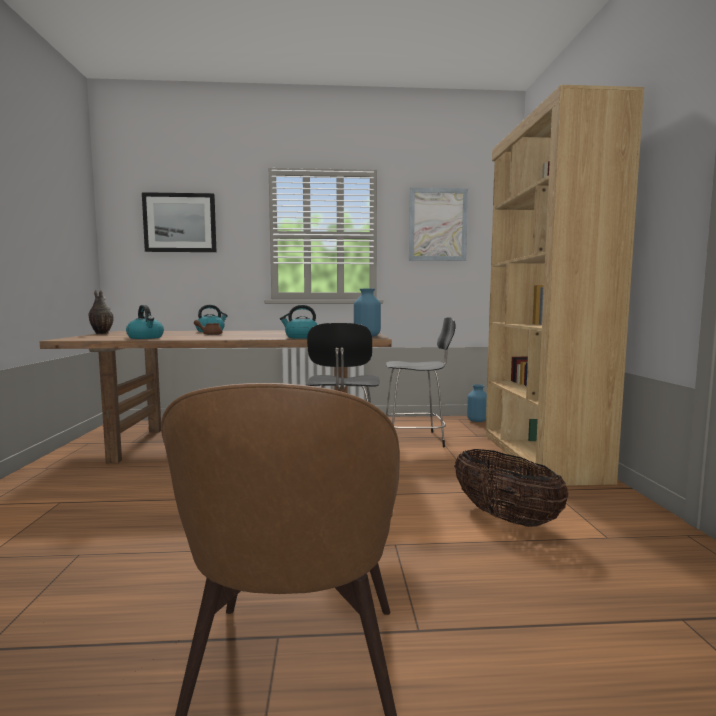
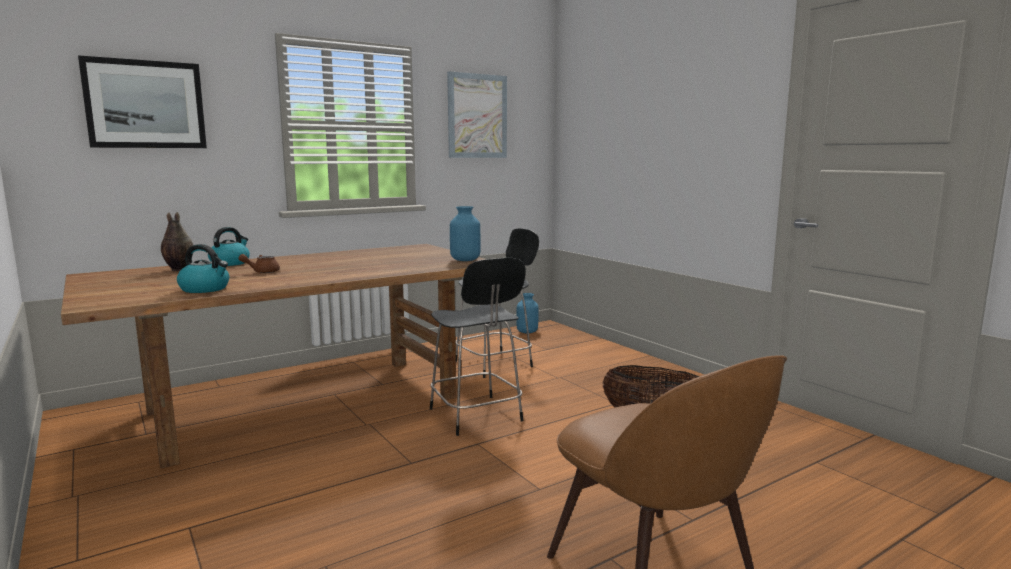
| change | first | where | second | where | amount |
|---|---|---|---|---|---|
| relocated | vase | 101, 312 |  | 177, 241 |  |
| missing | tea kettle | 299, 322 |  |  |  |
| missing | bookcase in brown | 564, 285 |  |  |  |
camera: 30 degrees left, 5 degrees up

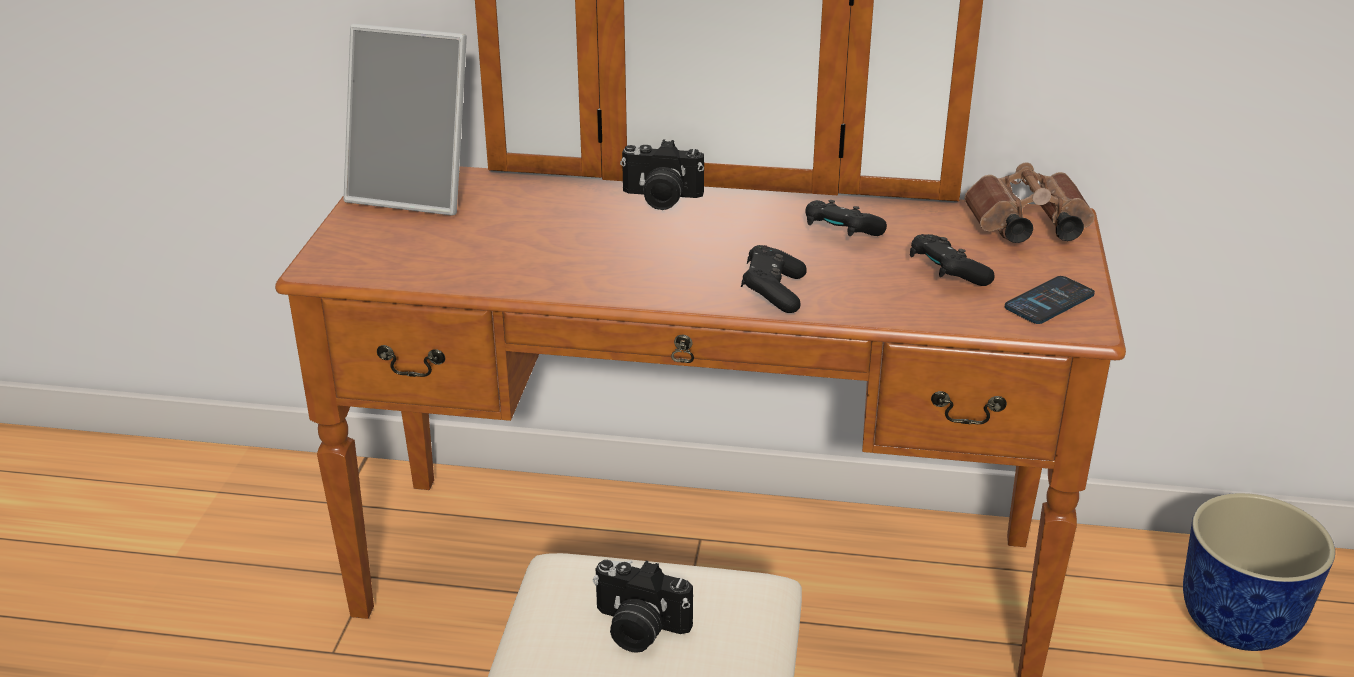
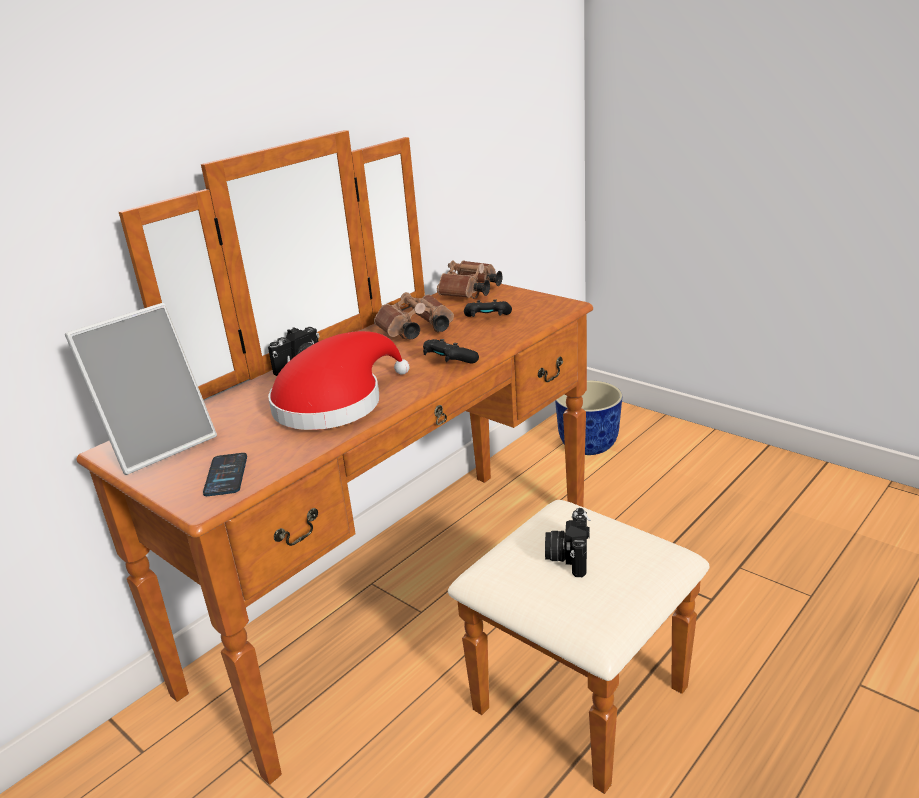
| change | first | where | second | where | amount |
|---|---|---|---|---|---|
| spun | photo camera | 643, 606 |  | 568, 542 | 135 degrees clockwise |
| exchanged | gamepad in black | 846, 218 | binoculars in brown | 414, 315 |  |
| relocated | phone | 1050, 300 |  | 225, 474 |  |
| appeared |  |  | wearable hat in red-coloured | 339, 380 |  |
camera: 55 degrees left, 5 degrees down

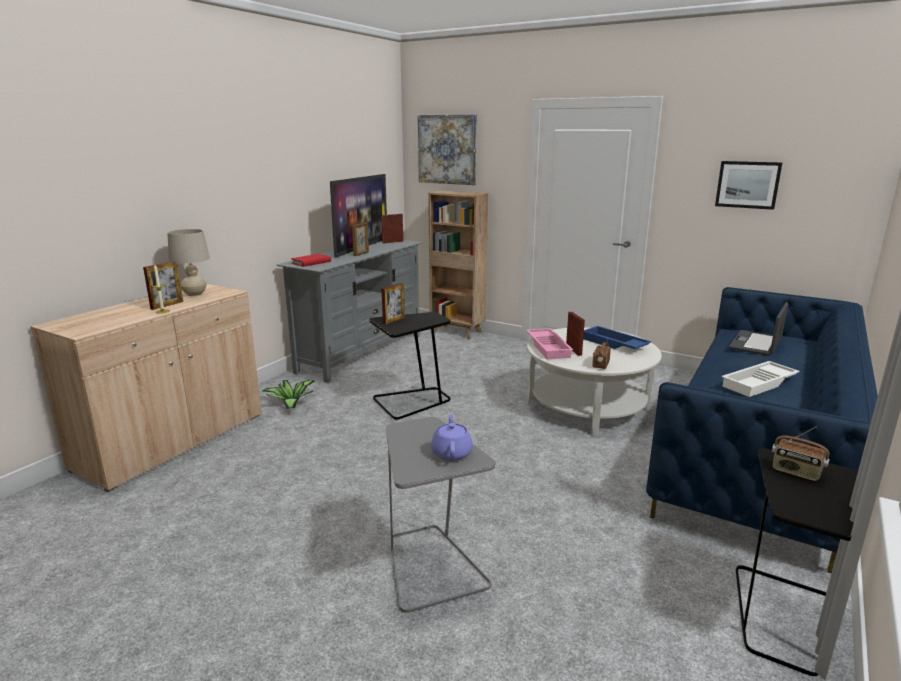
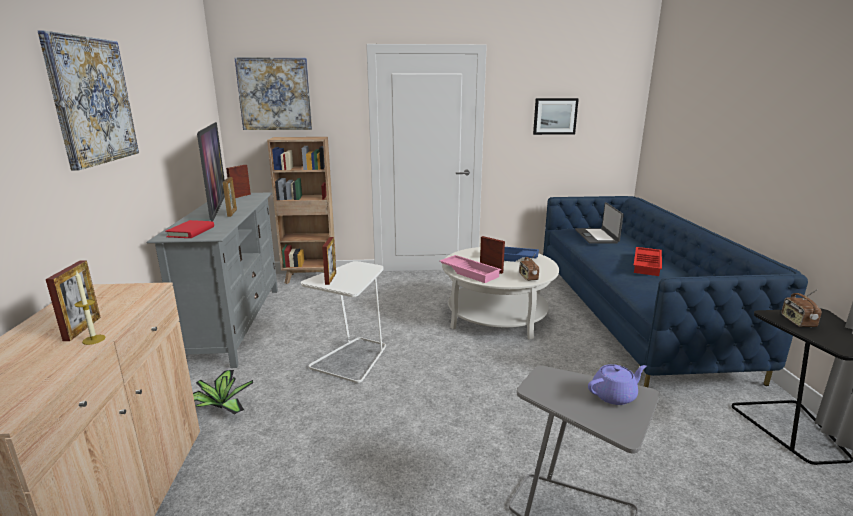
| change | first | where | second | where | amount |
|---|---|---|---|---|---|
| missing | lamp for a table in beige | 188, 262 |  |  |  |
| colour | accent table in black | 409, 366 | accent table in white-coloured | 343, 322 |  |
| spun | teapot in purple | 452, 437 |  | 617, 384 | 105 degrees clockwise |
| colour | carrying tray in white-coloured | 760, 379 | carrying tray in red-coloured | 647, 261 |  |
| spun | radio receiver | 800, 454 |  | 801, 308 | 90 degrees clockwise |
| appeared |  |  | picture | 88, 101 |  |
camera: 35 degrees left, 0 degrees up

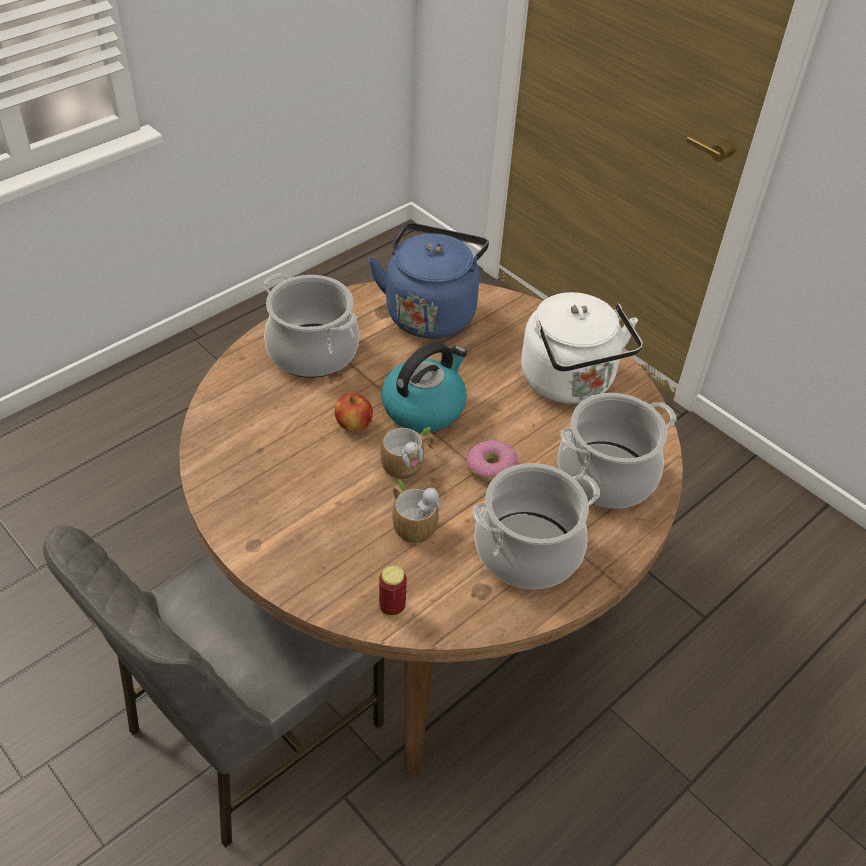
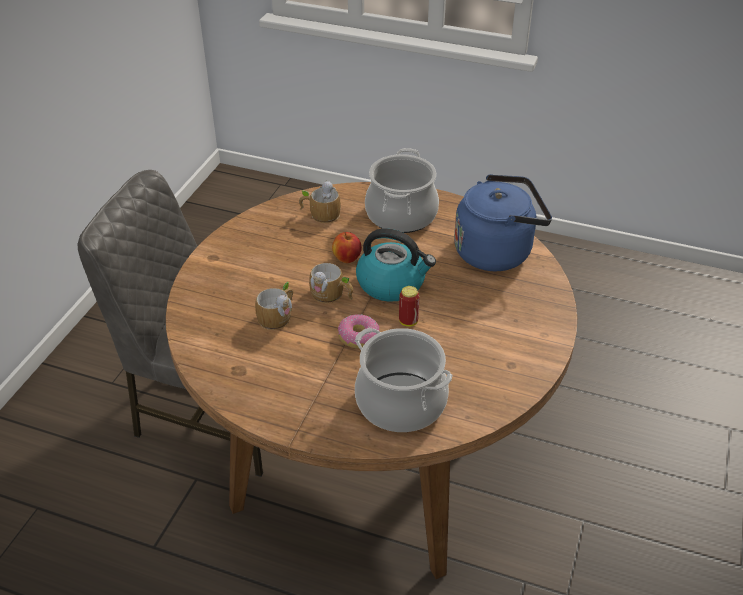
| change | first | where | second | where | amount |
|---|---|---|---|---|---|
| relocated | sealed can | 393, 591 |  | 409, 306 |  |
| missing | saucepot | 536, 526 |  |  |  |
| missing | tea kettle in white-coloured | 582, 348 |  |  |  |
| appeared |  |  | coffee mug | 320, 201 |  |
camera: 65 degrees right, 5 degrees down

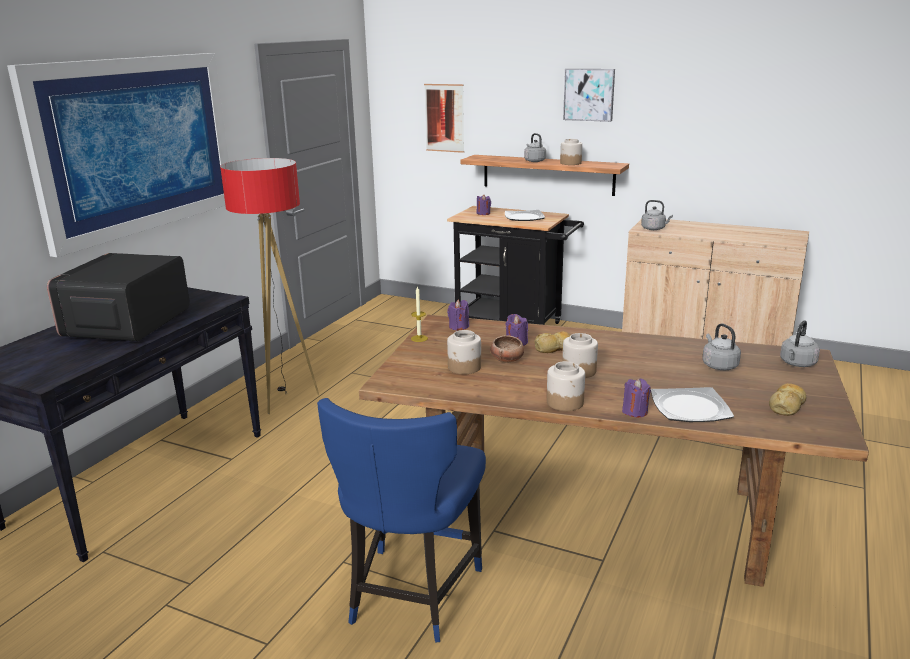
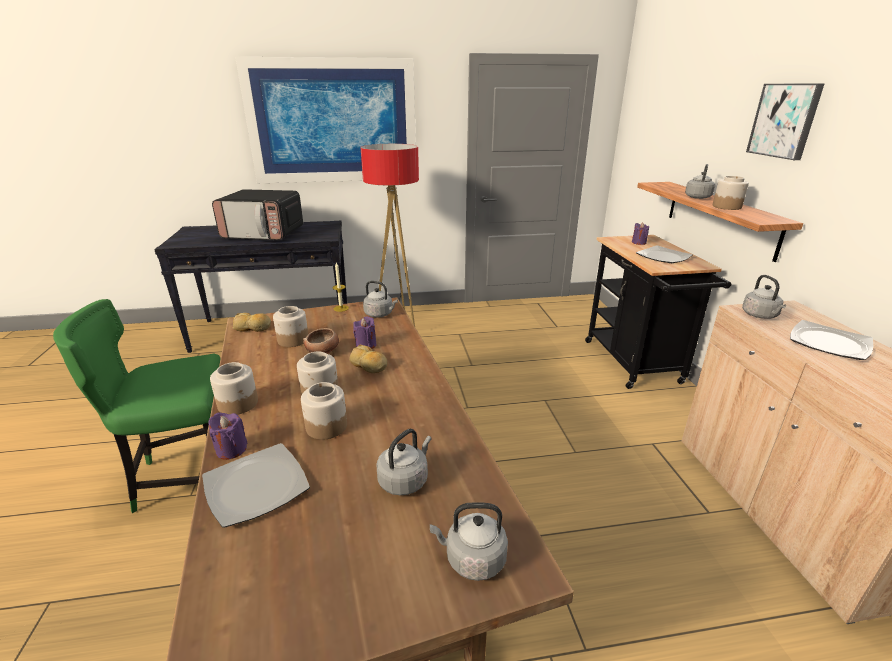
| change | first | where | second | where | amount |
|---|---|---|---|---|---|
| spun | microwave | 118, 297 |  | 257, 214 | 150 degrees counterclockwise |
| colour | chair in blue-coloured | 401, 520 | chair in greenish | 137, 406 |  |
| missing | picture | 444, 118 |  |  |  |
| exchanged | wax candle in purple | 458, 315 | tea kettle in gray | 380, 299 |  |
| relocated | bakery bread | 787, 399 |  | 252, 322 |  |
| appeared |  |  | jar | 324, 411 |  |
| appeared |  |  | dinner plate | 831, 340 |  |
camera: 55 degrees right, 5 degrees up

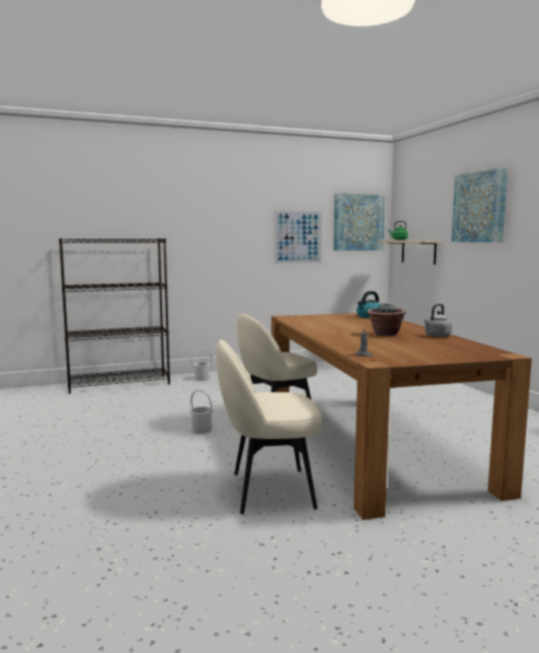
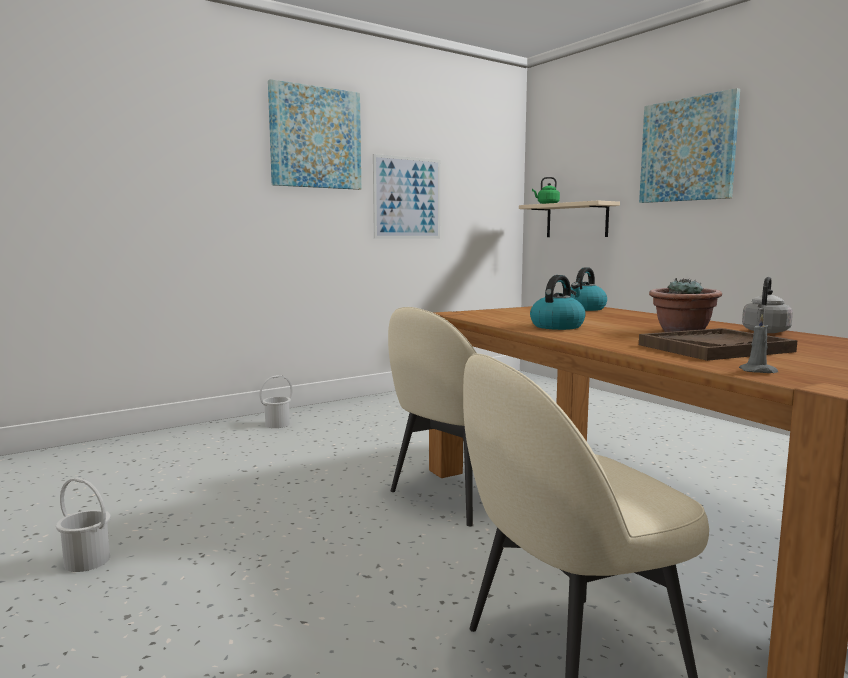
| change | first | where | second | where | amount |
|---|---|---|---|---|---|
| missing | bookcase in black | 114, 315 |  |  |  |
| relocated | pail in white-coloured | 201, 412 |  | 83, 525 |  |
| relocated | picture | 359, 222 |  | 314, 134 |  |
| appeared |  |  | tea kettle | 557, 302 |  |
| appeared |  |  | carrying tray in brown | 718, 344 |  |
camera: 15 degrees left, 0 degrees up

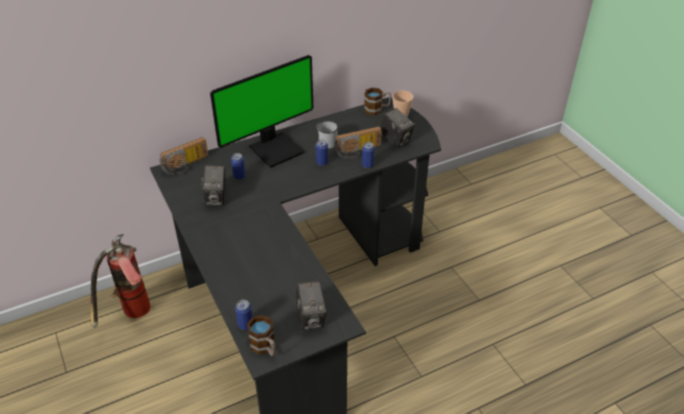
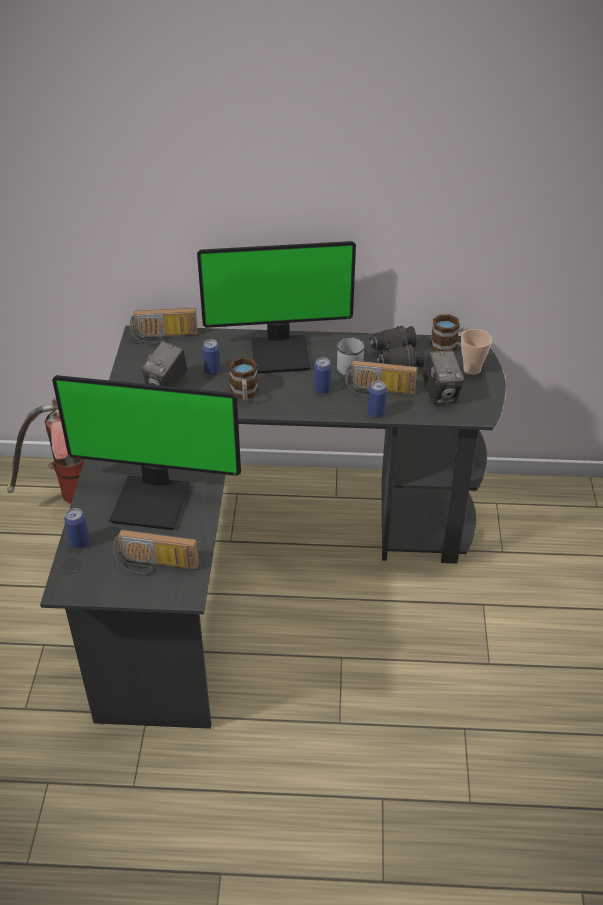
| change | first | where | second | where | amount |
|---|---|---|---|---|---|
| relocated | coffee mug | 261, 335 |  | 243, 379 |  |
| exchanged | photo camera | 310, 305 | radio receiver | 156, 552 |  |
| appeared |  |  | monitor | 146, 452 |  |
| appeared |  |  | binoculars in black | 397, 346 |  |
camera: 30 degrees right, 0 degrees up

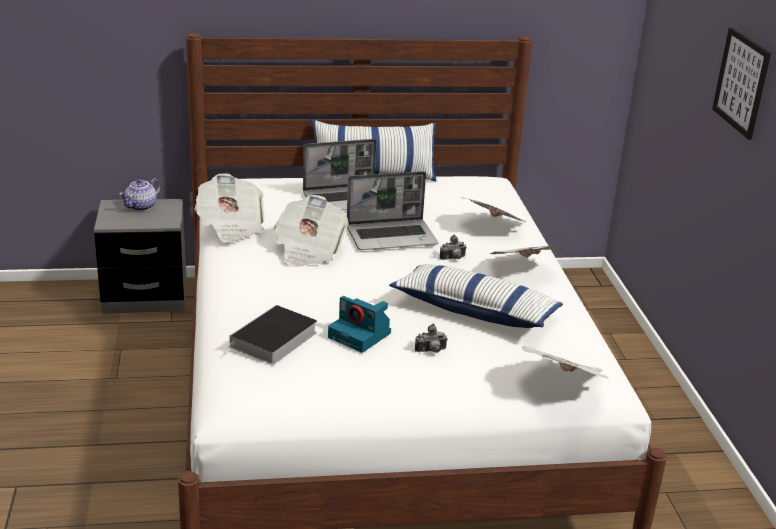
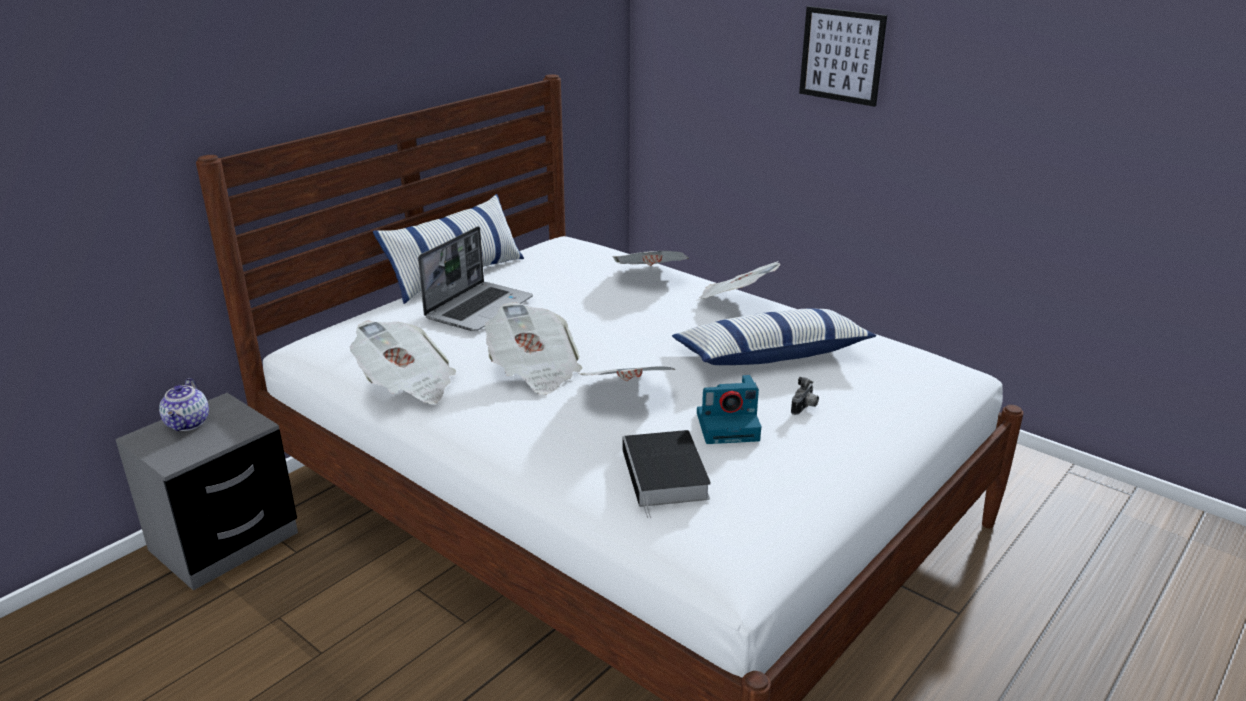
| change | first | where | second | where | amount |
|---|---|---|---|---|---|
| missing | laptop | 392, 210 |  |  |  |
| missing | photo camera | 453, 247 |  |  |  |
| relocated | newspaper | 565, 362 |  | 626, 374 |  |
camera: 40 degrees left, 0 degrees up

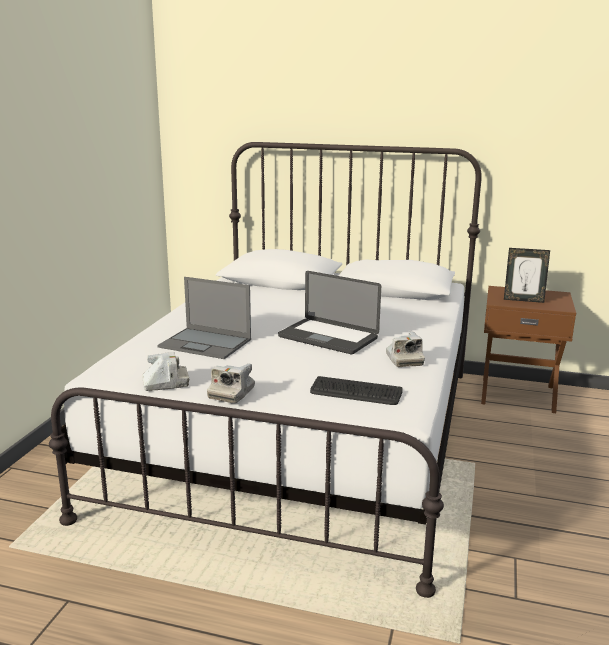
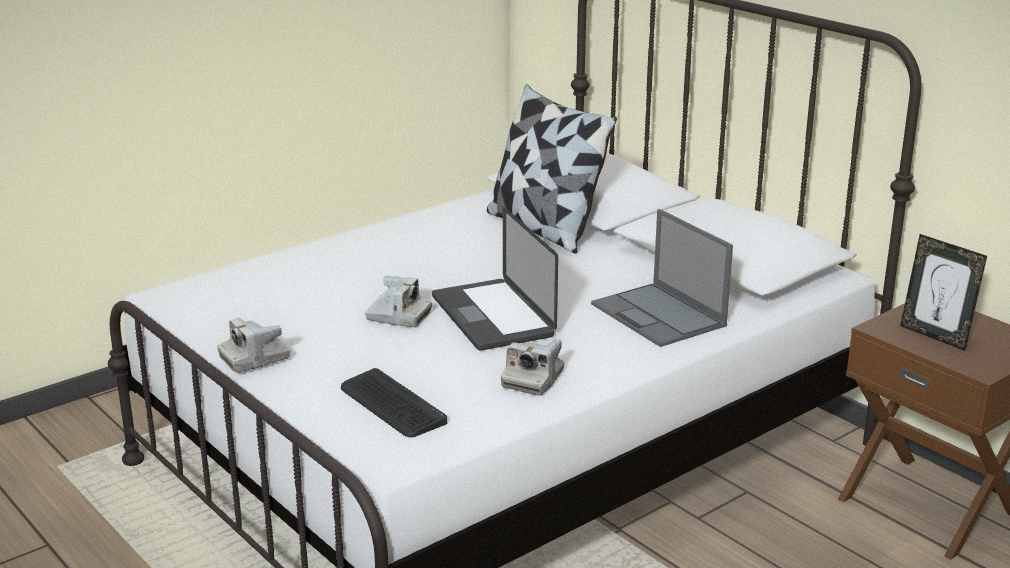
| change | first | where | second | where | amount |
|---|---|---|---|---|---|
| relocated | photo camera | 165, 371 |  | 398, 301 |  |
| relocated | laptop | 204, 318 |  | 662, 278 |  |
| appeared |  |  | cushion | 552, 169 |  |
camera: 35 degrees right, 5 degrees up

